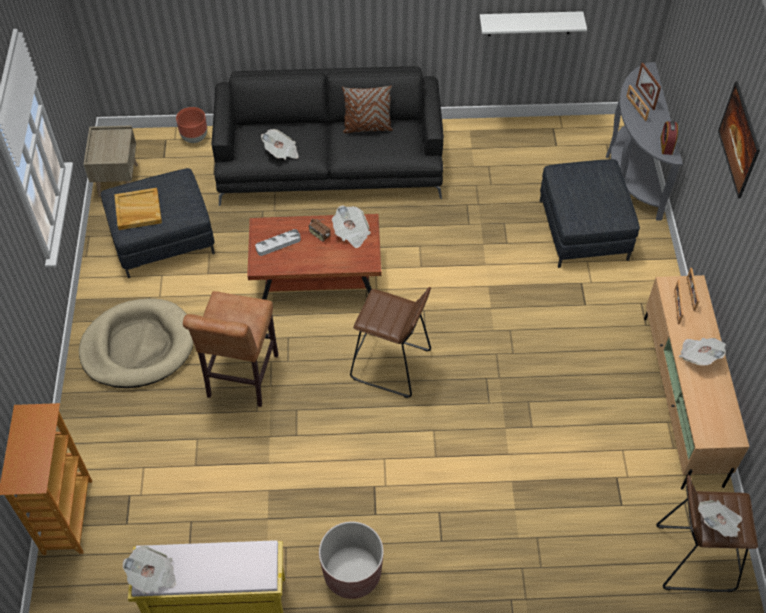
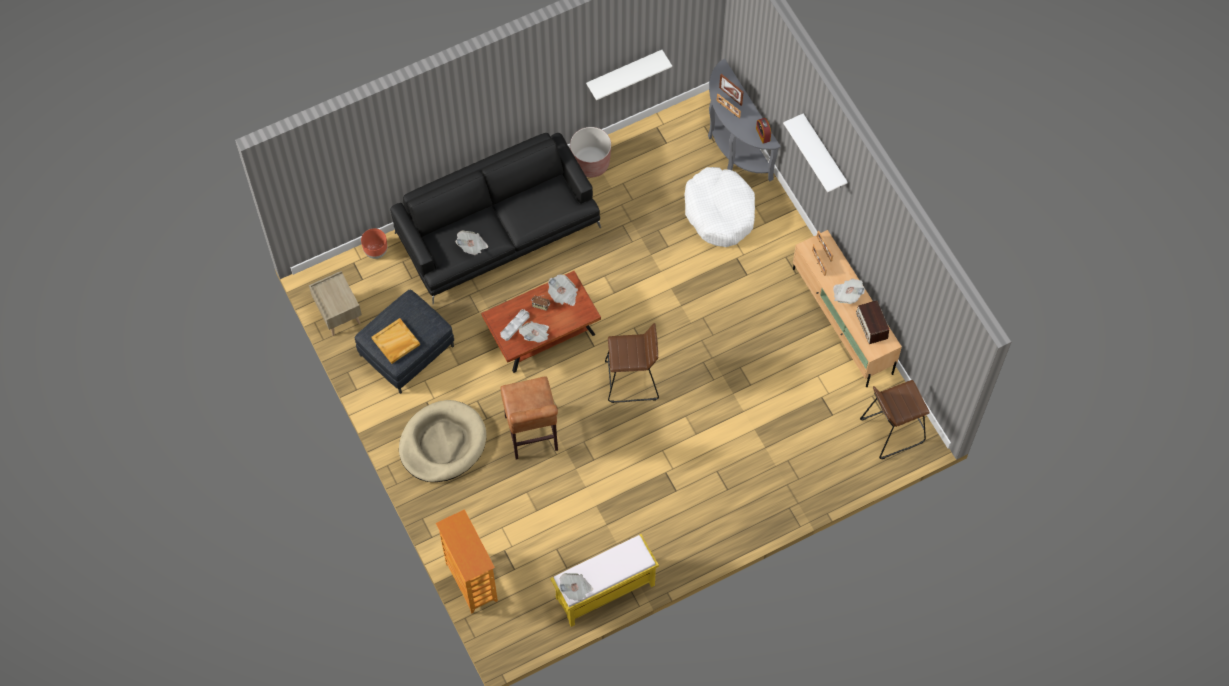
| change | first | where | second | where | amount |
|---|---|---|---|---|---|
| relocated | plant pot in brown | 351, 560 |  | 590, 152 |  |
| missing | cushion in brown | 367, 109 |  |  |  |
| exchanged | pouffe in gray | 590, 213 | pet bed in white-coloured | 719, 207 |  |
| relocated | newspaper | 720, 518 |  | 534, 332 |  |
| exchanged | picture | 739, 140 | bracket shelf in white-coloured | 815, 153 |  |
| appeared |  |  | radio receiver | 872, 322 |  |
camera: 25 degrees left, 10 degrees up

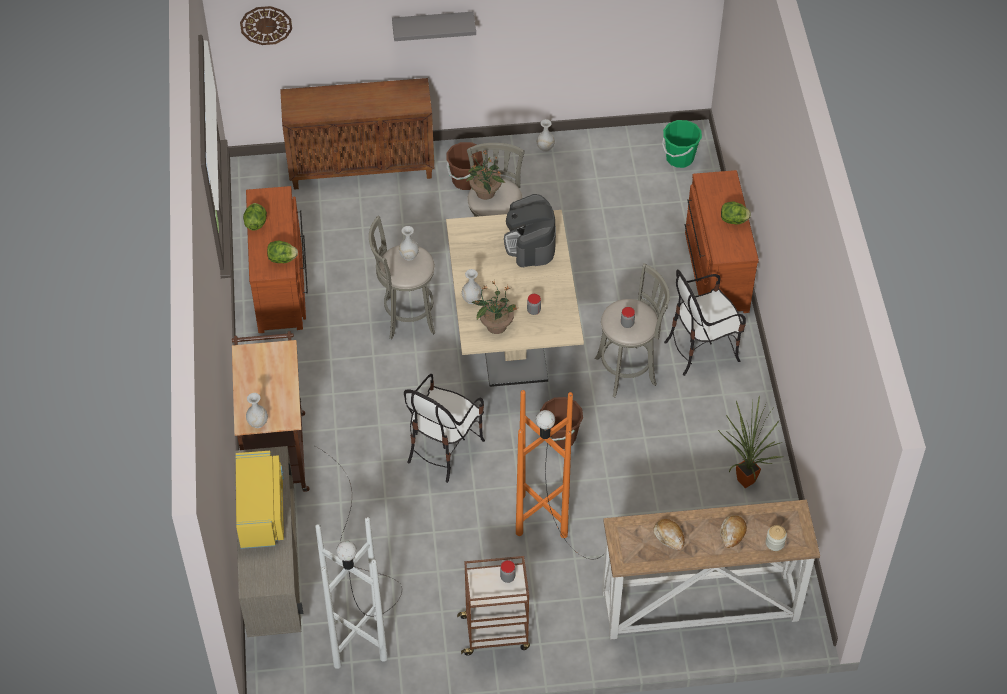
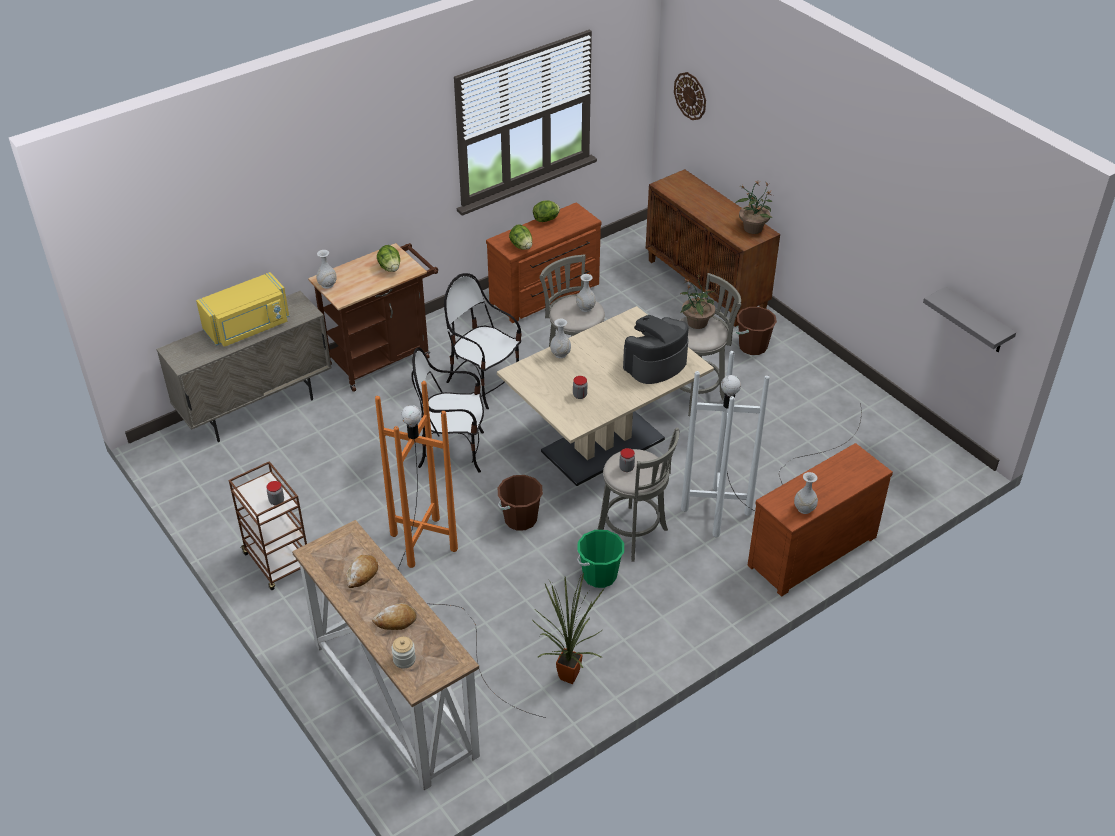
| change | first | where | second | where | amount |
|---|---|---|---|---|---|
| relocated | floor lamp in white-coloured | 358, 557 |  | 771, 444 |  |
| relocated | bracket shelf in gray | 434, 26 |  | 969, 319 |  |
| relocated | plant in a pot | 495, 307 |  | 754, 207 |  |
| relocated | vase in white-coloured | 546, 135 |  | 806, 493 |  |
| relocated | pail in greenish | 682, 144 |  | 600, 559 |  |
| relocated | chair | 705, 323 |  | 483, 341 |  |
| relocated | lettuce head | 736, 213 |  | 388, 258 |  |
camera: 60 degrees right, 10 degrees down

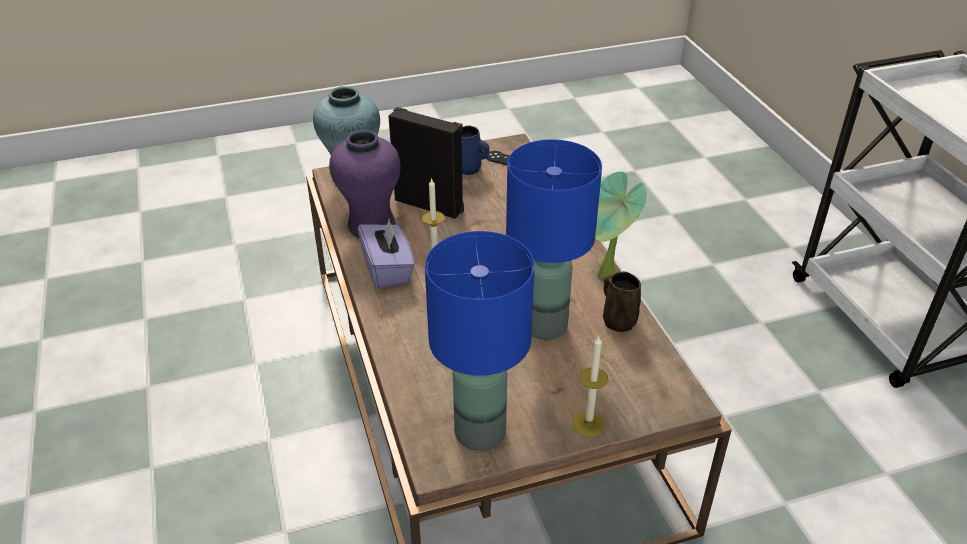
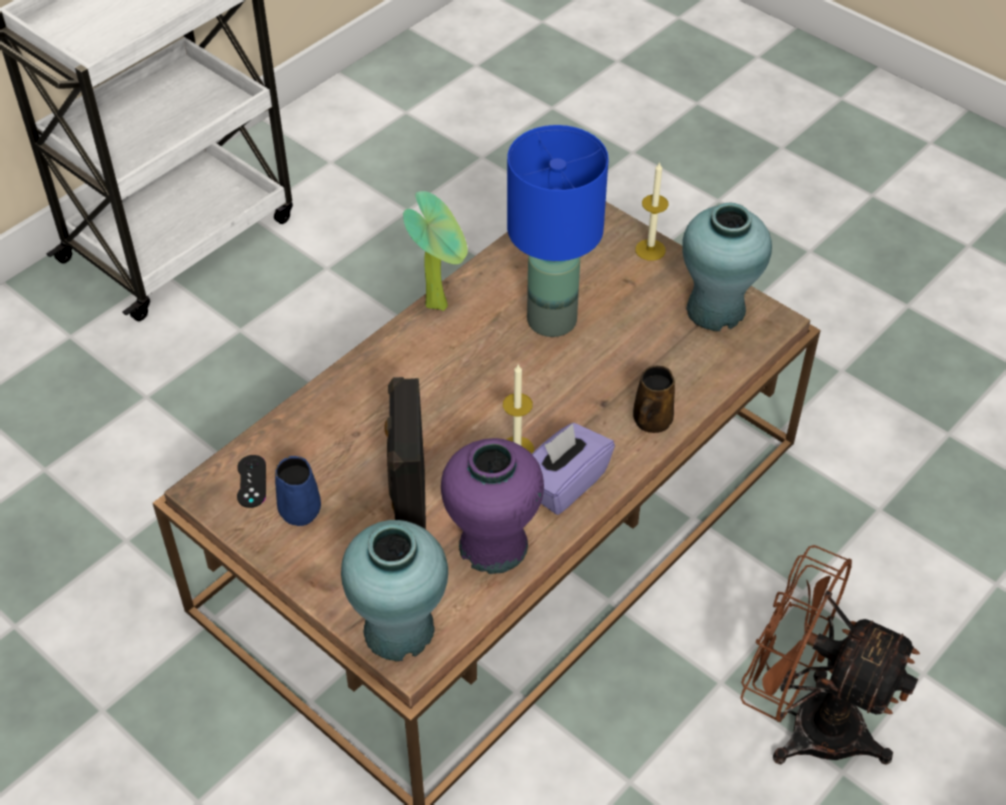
| change | first | where | second | where | amount |
|---|---|---|---|---|---|
| exchanged | lamp for a table in blue-coloured | 480, 341 | vase in blue-green | 727, 267 |  |
| relocated | coffee mug in brown | 622, 301 |  | 654, 399 |  |
| appeared |  |  | cooling fan in brown | 830, 655 |  |
camera: 120 degrees left, 10 degrees up

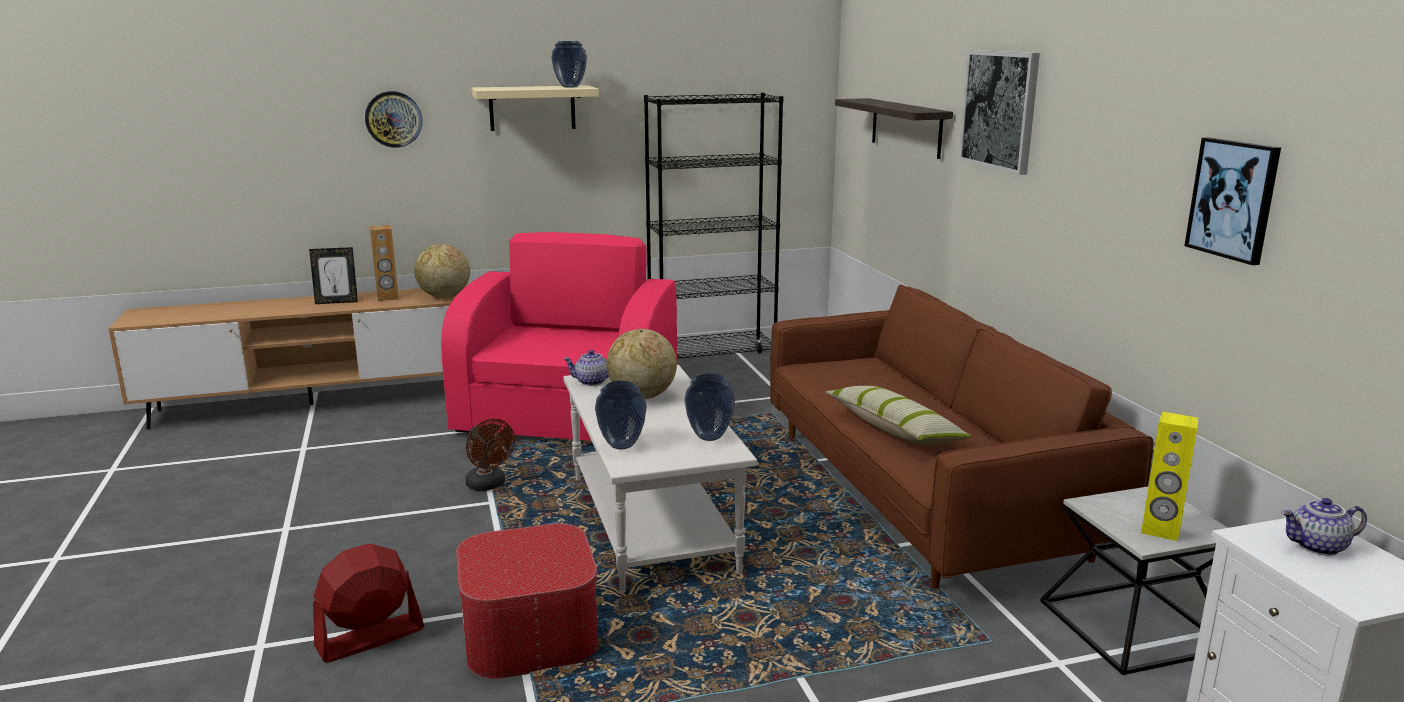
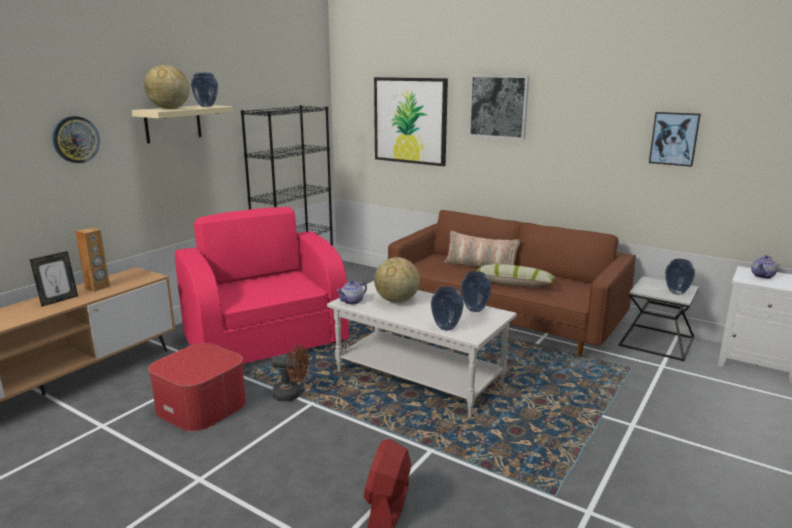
| change | first | where | second | where | amount |
|---|---|---|---|---|---|
| relocated | desk globe | 442, 271 |  | 167, 87 |  |
| relocated | pouffe | 527, 601 |  | 197, 387 |  |
| exchanged | bracket shelf | 894, 128 | picture | 411, 121 |  |
| exchanged | loudspeaker in yellowish | 1169, 476 | vase | 680, 277 |  |
| appeared |  |  | cushion | 482, 249 |  |
camera: 40 degrees left, 0 degrees up

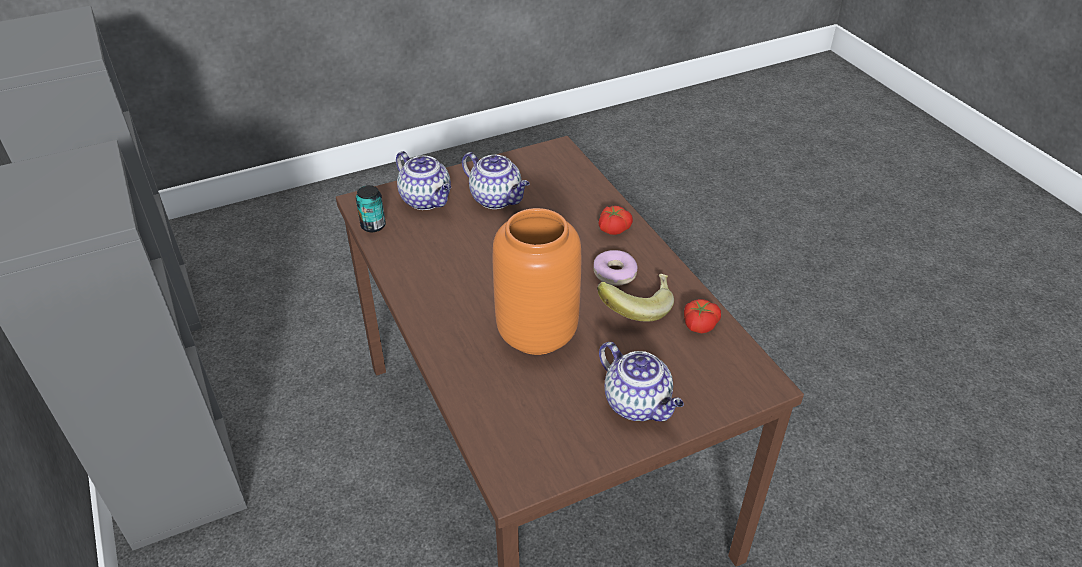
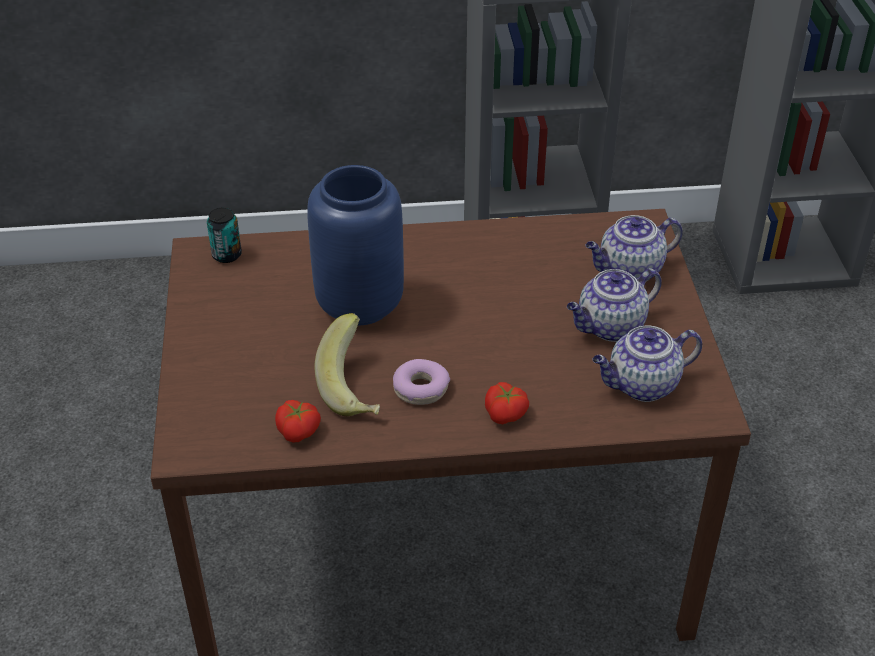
| change | first | where | second | where | amount |
|---|---|---|---|---|---|
| relocated | sealed can | 371, 208 |  | 224, 235 |  |
| colour | vase in orange | 537, 281 | vase in blue-coloured | 355, 245 |  |
| relocated | teapot | 641, 381 |  | 647, 364 |  |
camera: 110 degrees right, 0 degrees up

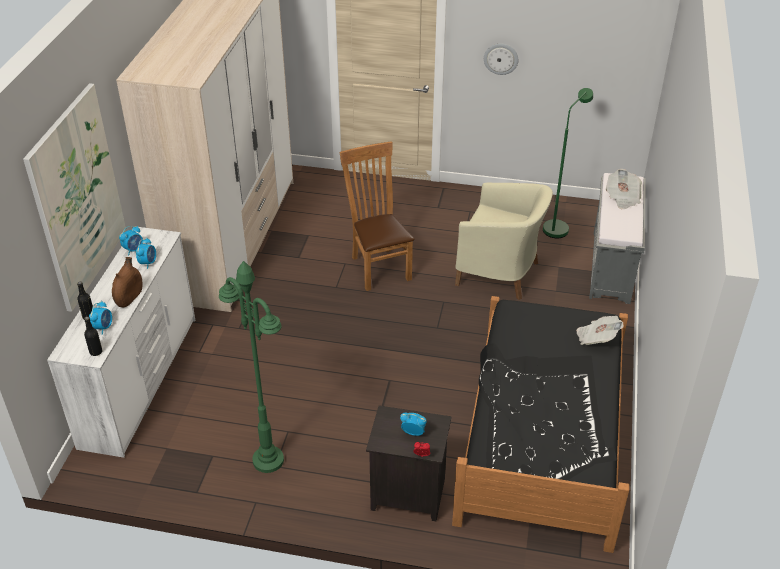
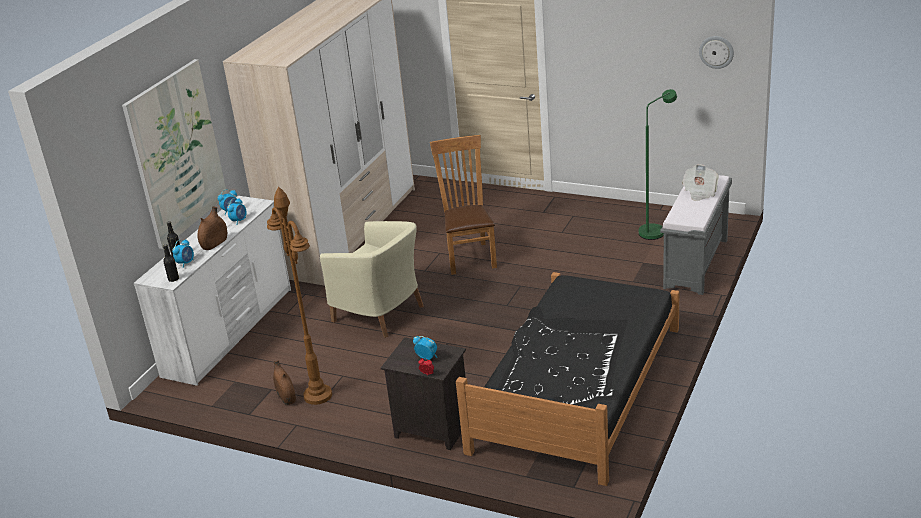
| change | first | where | second | where | amount |
|---|---|---|---|---|---|
| colour | floor lamp in greenish | 251, 367 | floor lamp in brown | 299, 296 |  |
| relocated | easy chair in beige | 504, 241 |  | 372, 279 |  |
| relocated | clock on the wall | 501, 59 |  | 716, 52 |  |
| missing | newspaper | 599, 330 |  |  |  |
| appeared |  |  | vase in brown | 284, 382 |  |
camera: 15 degrees right, 10 degrees down

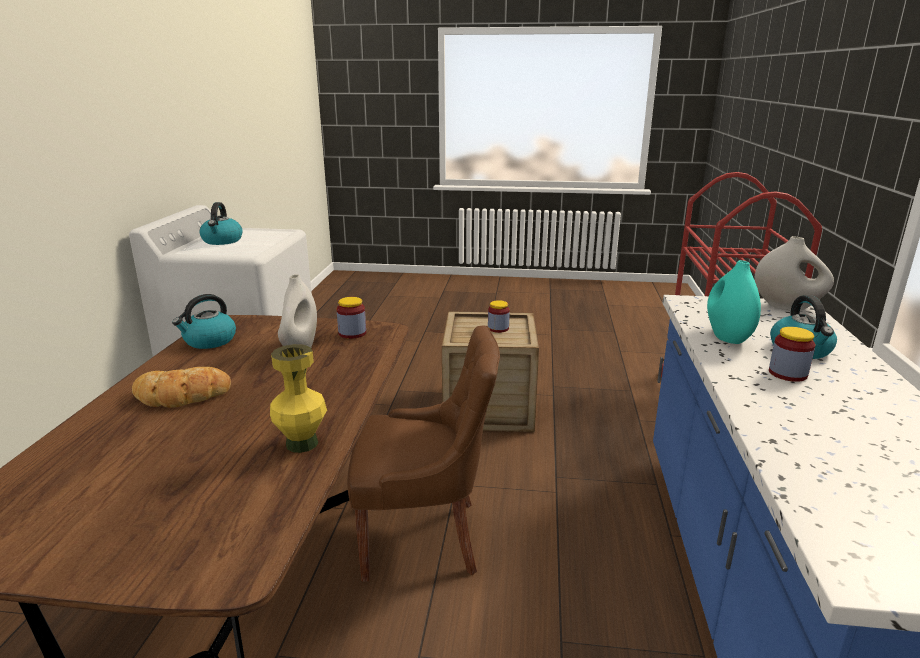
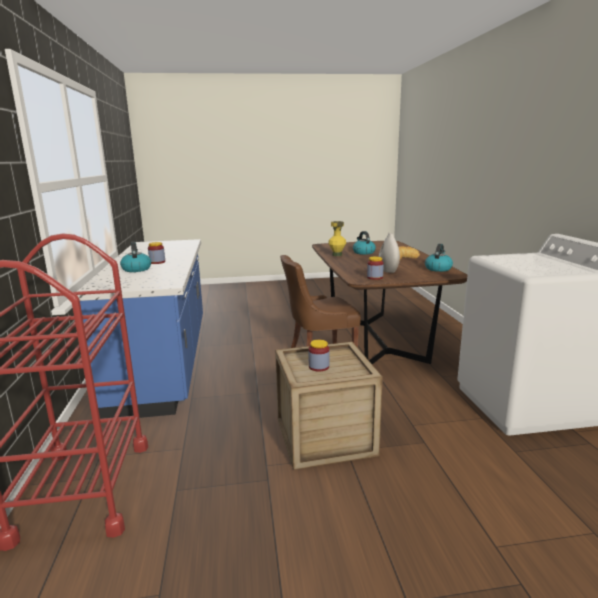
| change | first | where | second | where | amount |
|---|---|---|---|---|---|
| relocated | tea kettle | 221, 223 |  | 364, 243 |  |
| missing | vase in blue-green | 734, 302 |  |  |  |
| missing | vase in white-coloured | 794, 273 |  |  |  |
camera: 165 degrees right, 5 degrees down

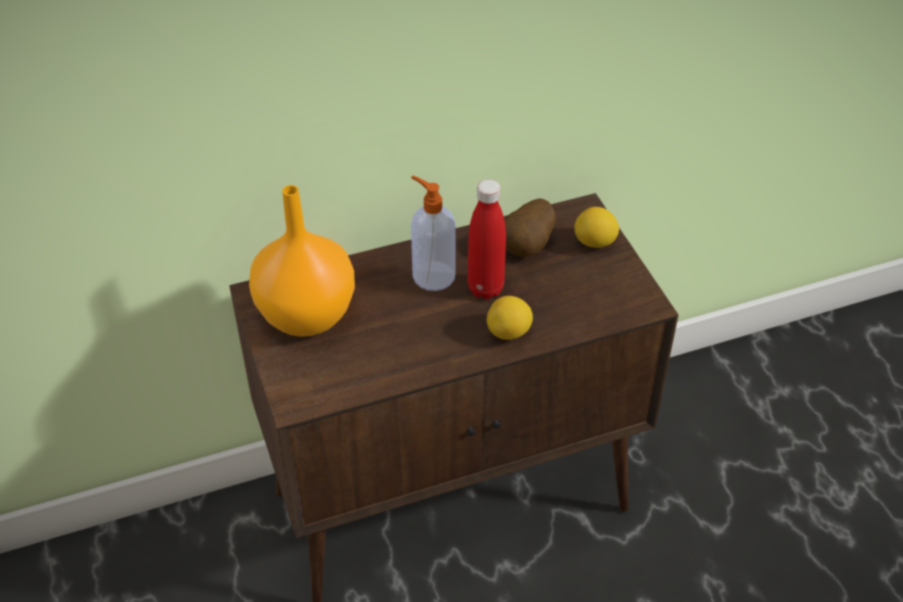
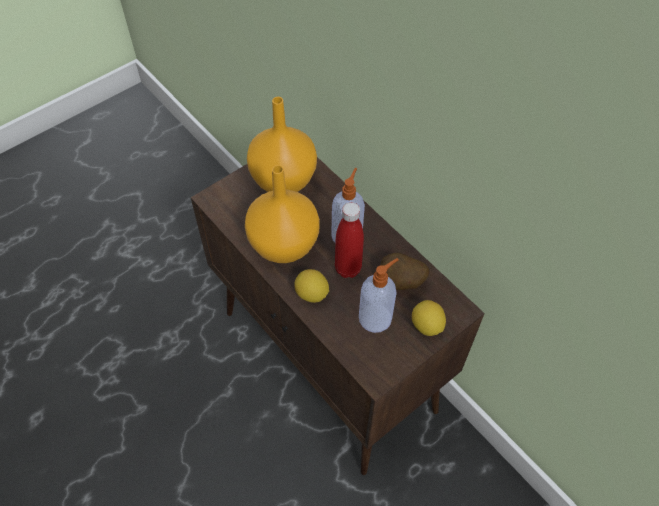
| change | first | where | second | where | amount |
|---|---|---|---|---|---|
| appeared |  |  | vase in orange | 282, 214 |  |
| appeared |  |  | soap dispenser | 379, 295 |  |
camera: 70 degrees right, 10 degrees up

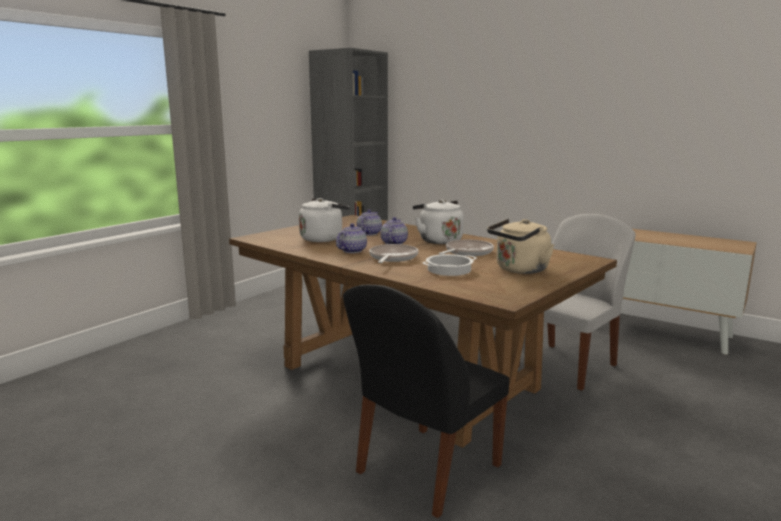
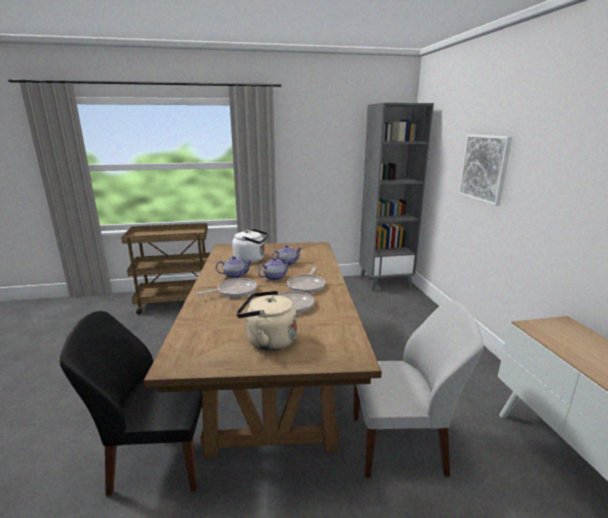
| change | first | where | second | where | amount |
|---|---|---|---|---|---|
| exchanged | tea kettle in white-coloured | 438, 221 | frying pan | 306, 280 |  |
| missing | saucepot | 450, 265 |  |  |  |
| appeared |  |  | trolley in brown | 165, 268 |  |
| appeared |  |  | picture | 485, 170 |  |
camera: 45 degrees right, 5 degrees up

